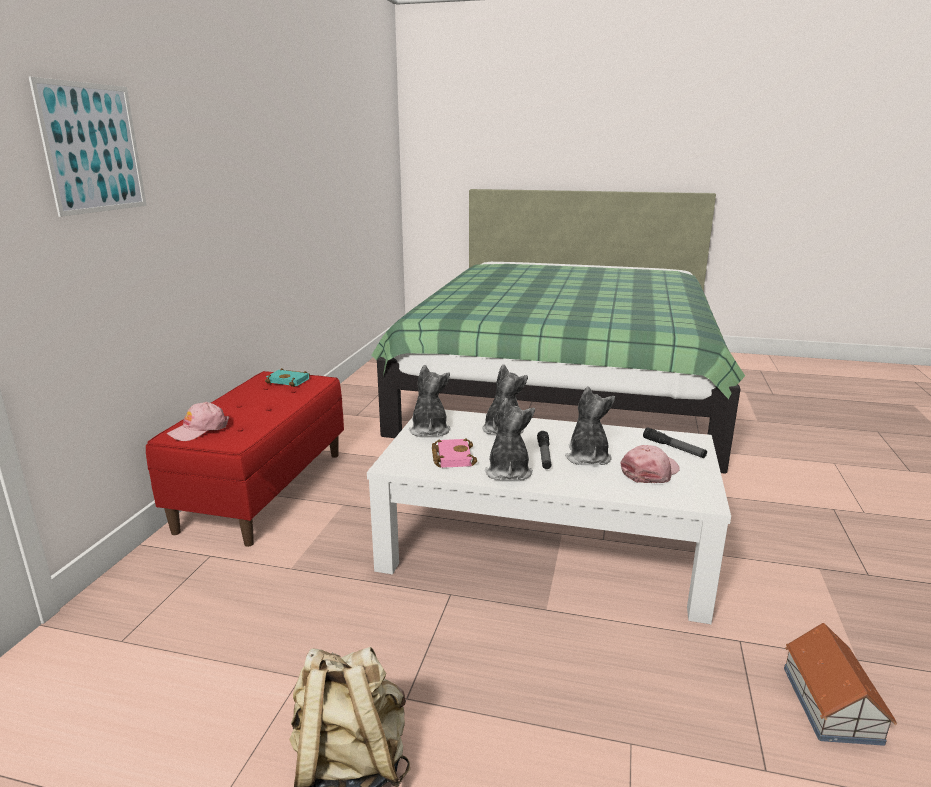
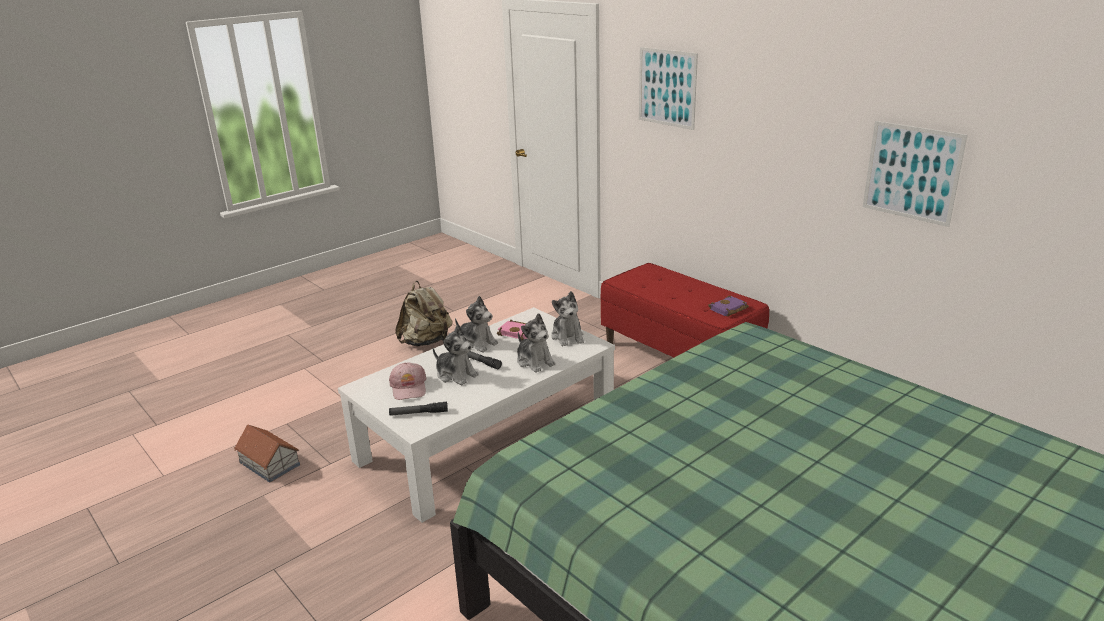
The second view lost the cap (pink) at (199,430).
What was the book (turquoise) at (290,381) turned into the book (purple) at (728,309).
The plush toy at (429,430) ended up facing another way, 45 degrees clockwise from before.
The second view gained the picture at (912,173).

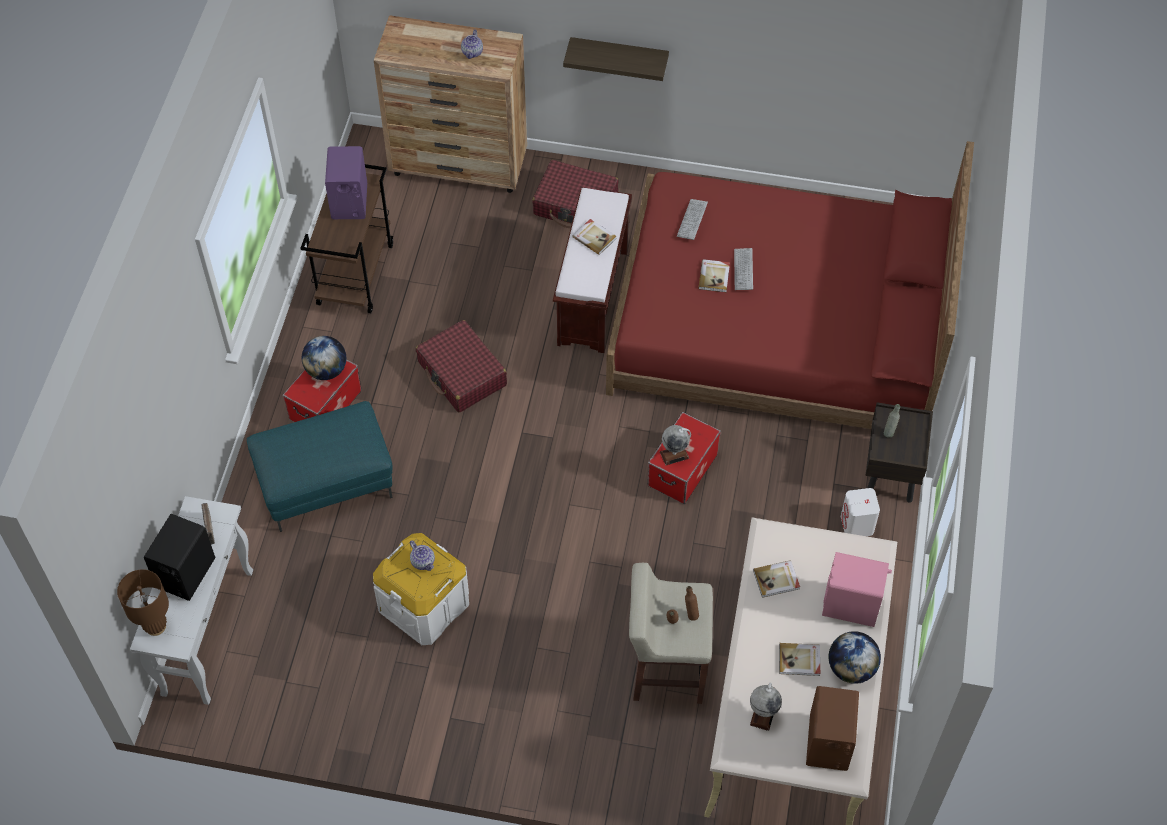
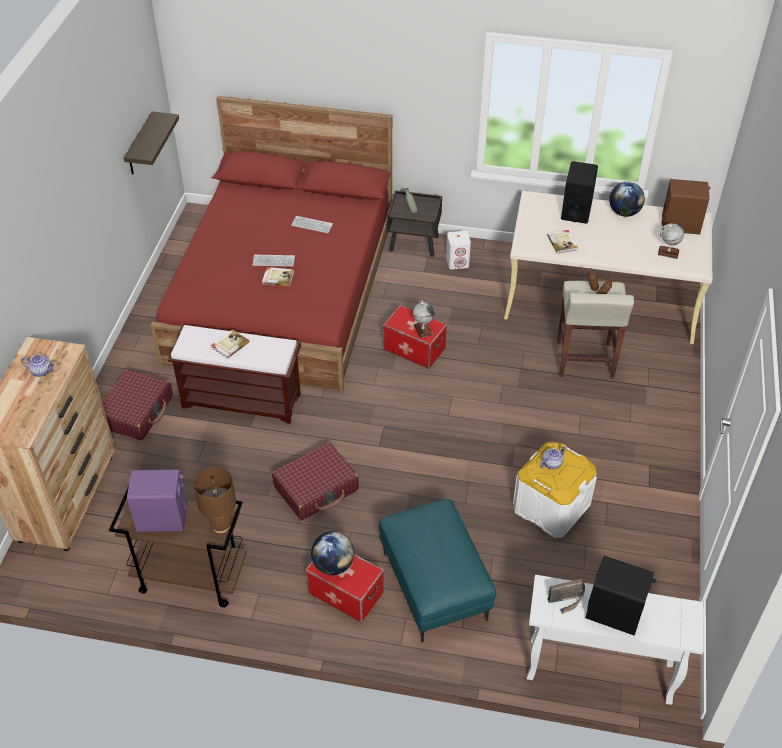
The table lamp (brown) ended up elsewhere, having gone from (155,626) to (221,525).
The shelf ended up elsewhere, having gone from (619,56) to (140,145).
The keyboard ended up elsewhere, having gone from (692,220) to (312,225).
The second view lost the book at (799,660).
What was the speaker (pink) at (851,605) turned into the speaker (black) at (576,210).

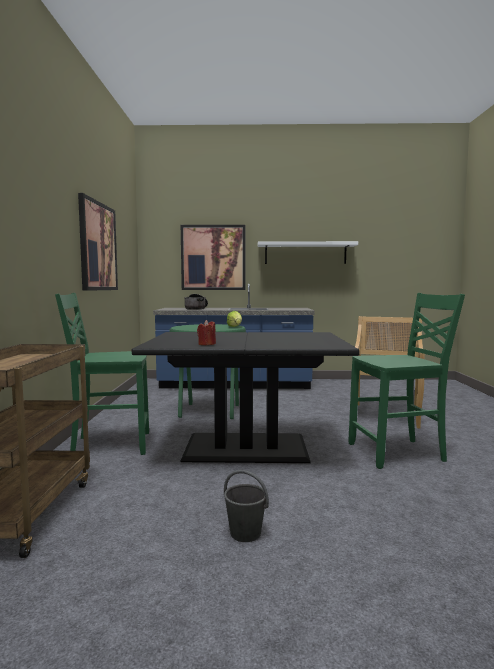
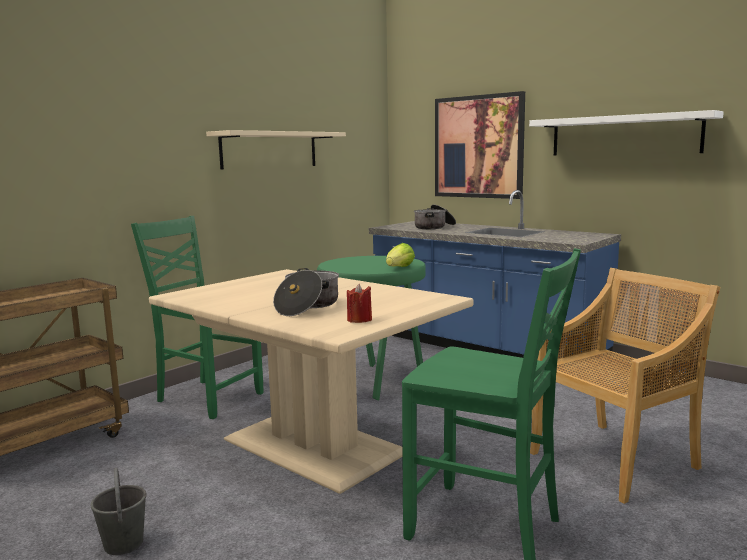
Where the picture hung at (98,246), the shelf (beige) came to hang at (269,150).
What was the dining table (black) at (246,449) turned into the dining table (beige) at (312,447).
The candle (red) ended up elsewhere, having gone from (206,344) to (359,320).
The second view gained the cooking pot at (307,306).

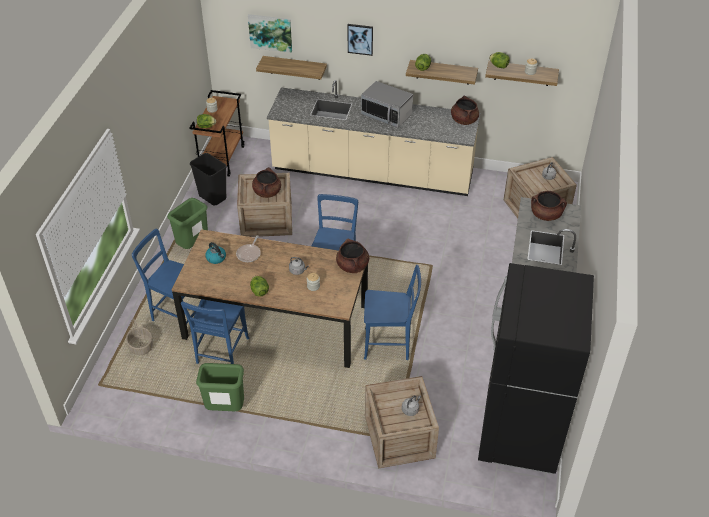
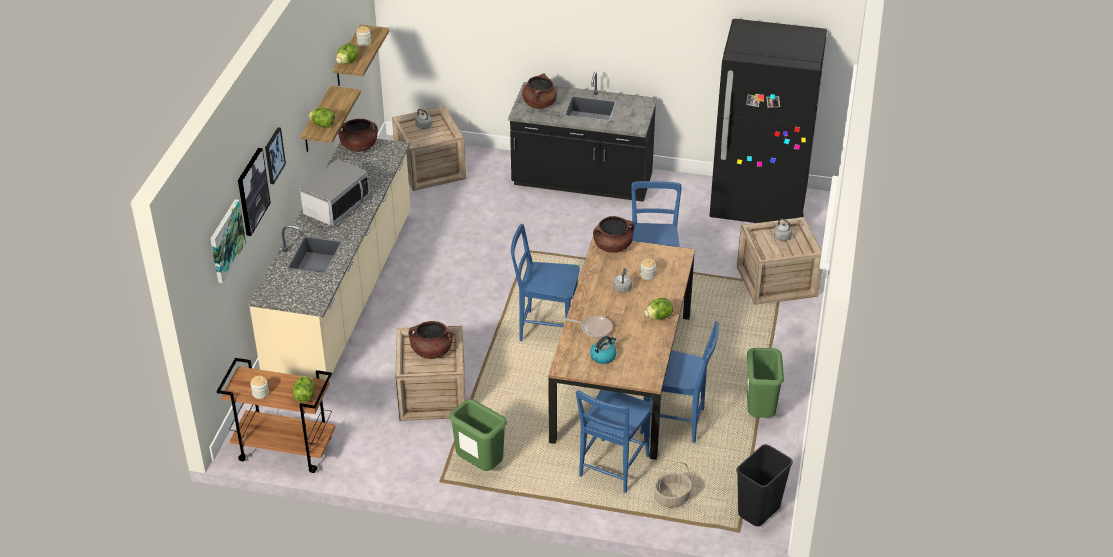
The trash can (black) ended up elsewhere, having gone from (213,197) to (758,510).
The second view lost the shelf at (295,68).
The second view gained the picture at (252,191).

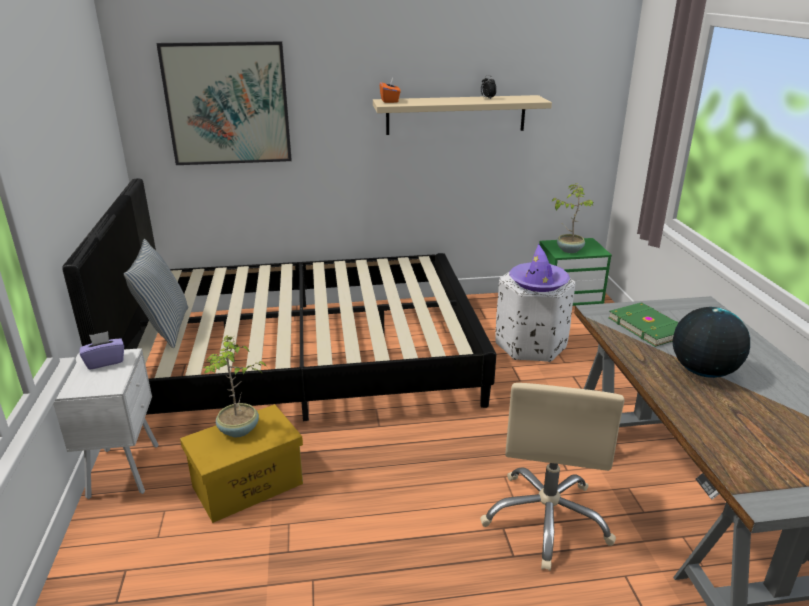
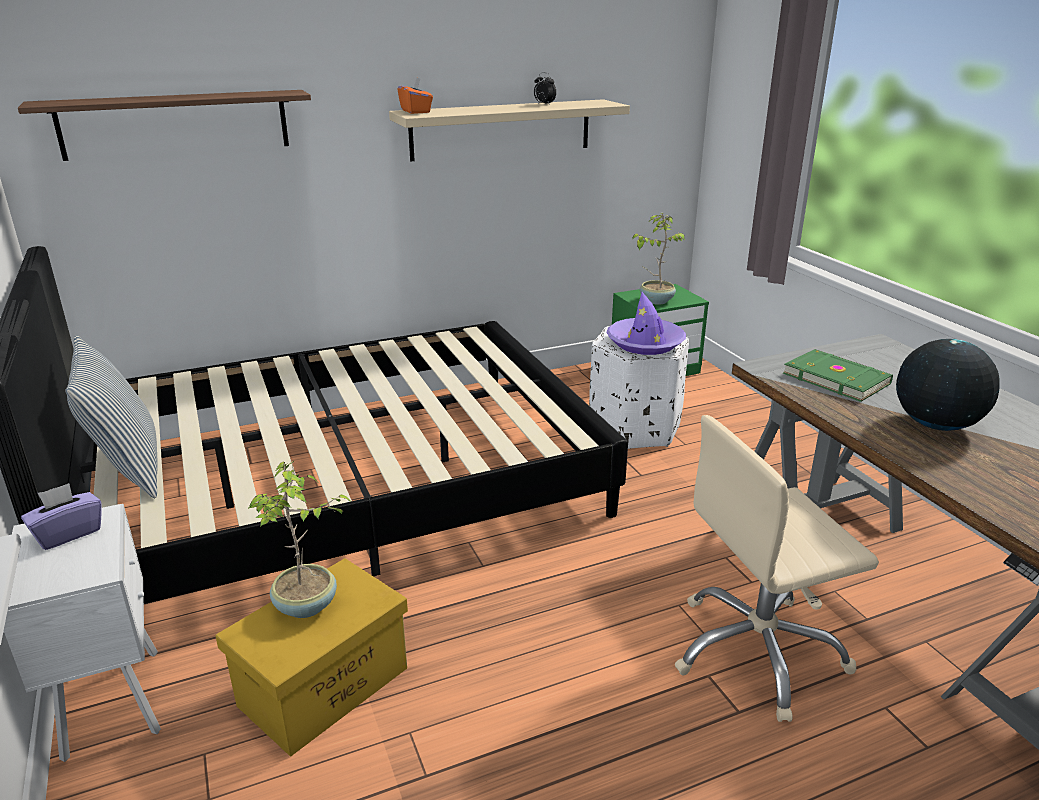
Where the picture hung at (228,104), the shelf came to hang at (175,124).
The office chair (beige) at (547,519) ended up facing another way, 75 degrees clockwise from before.

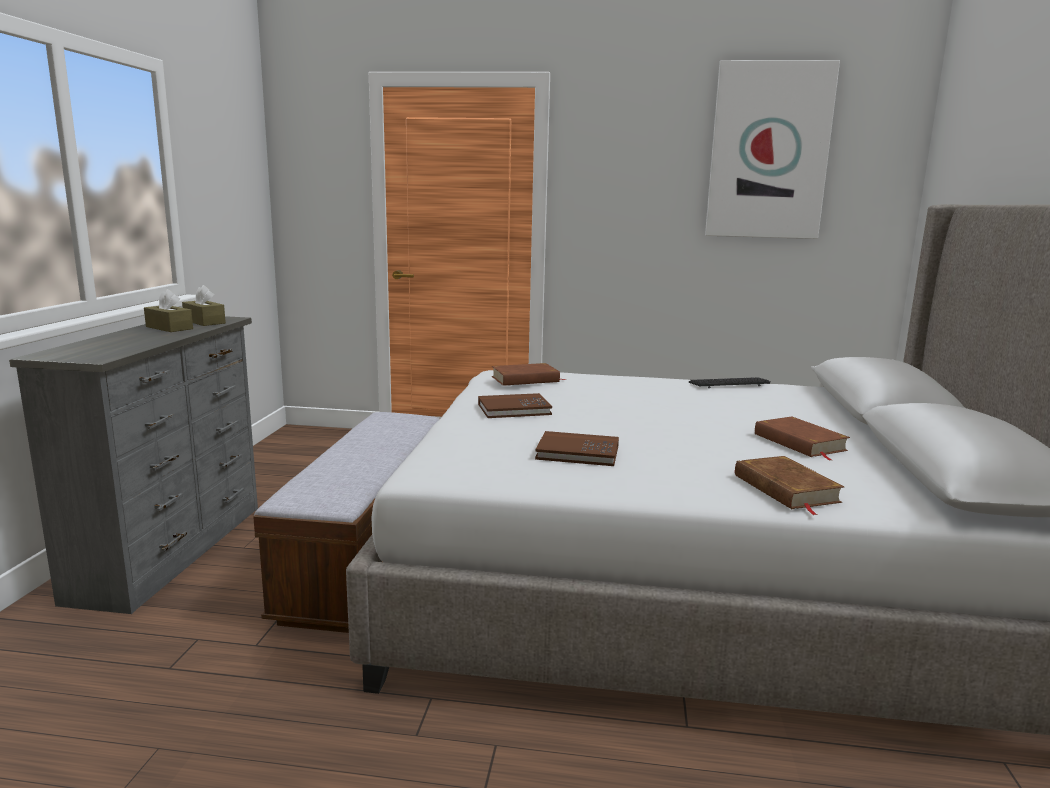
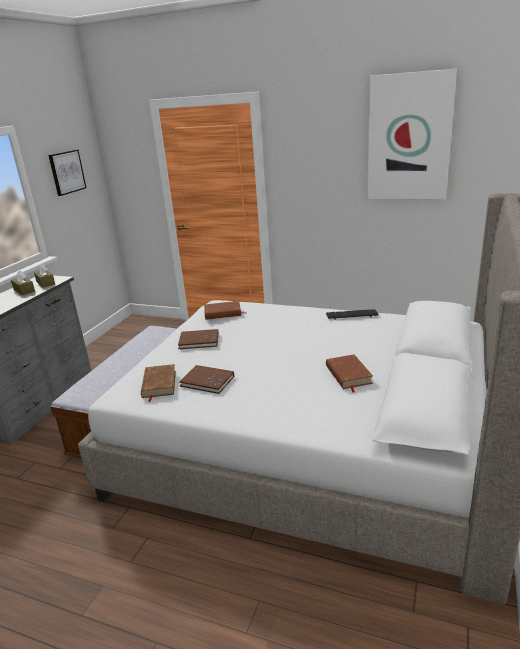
The book (brown) ended up elsewhere, having gone from (785,489) to (159,384).
The second view gained the picture at (66,172).

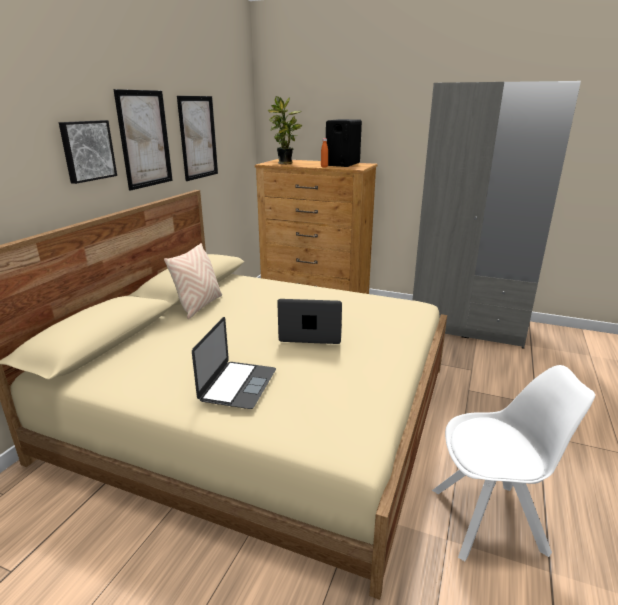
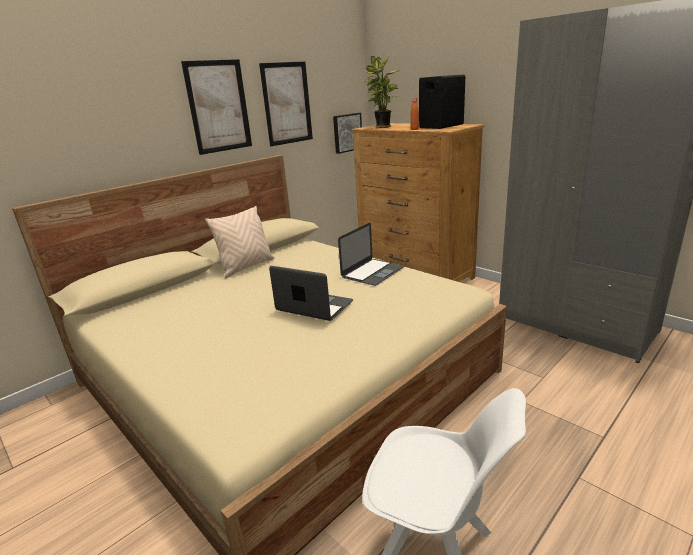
The picture ended up elsewhere, having gone from (87,150) to (347,132).
The laptop ended up elsewhere, having gone from (238,384) to (373,272).

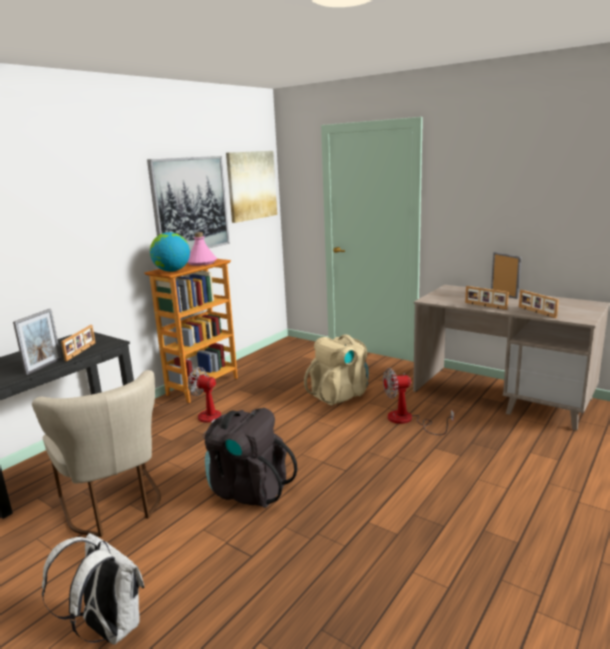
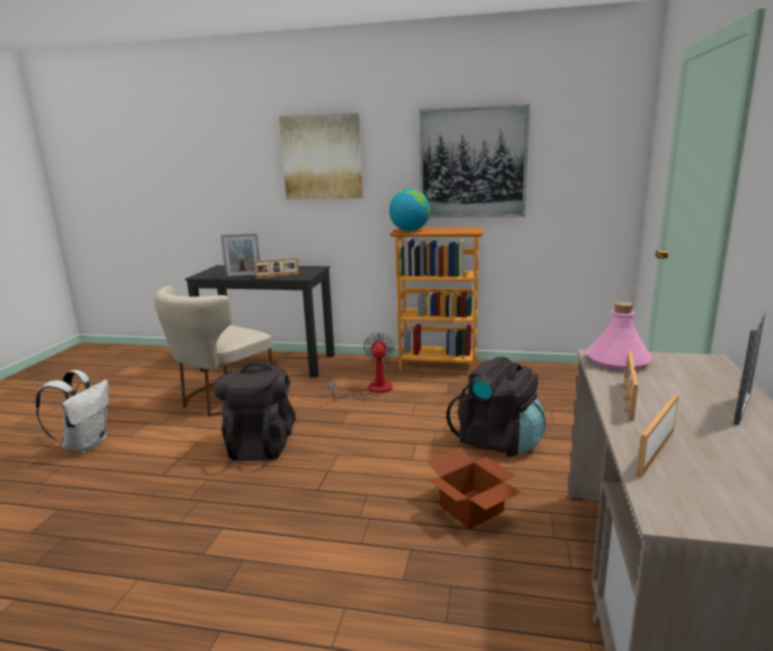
The bottle (pink) ended up elsewhere, having gone from (202,263) to (618,361).
The picture ended up elsewhere, having gone from (251,185) to (322,157).
What was the backpack (beige) at (340,394) turned into the backpack (black) at (498,441).
Where the fan stood at (407,420), the cardboard box came to stand at (471,510).

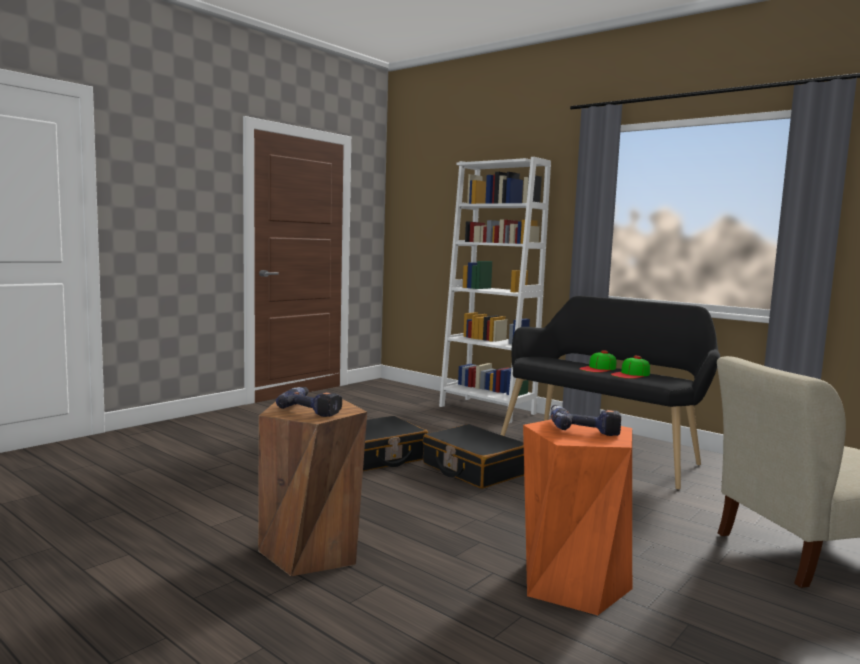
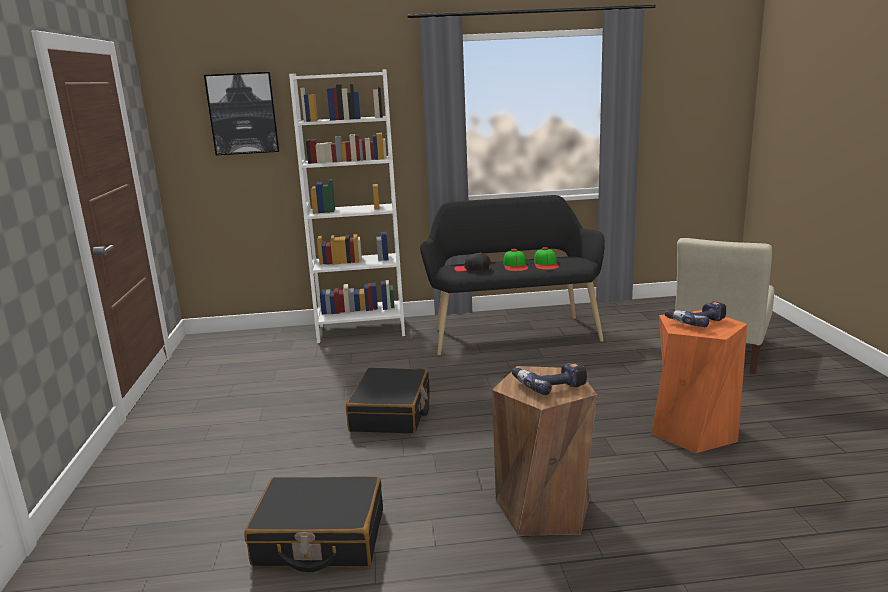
The suitcase (black) ended up elsewhere, having gone from (473,469) to (320,538).
The second view gained the picture at (243,113).
The second view gained the cap (black) at (473,269).

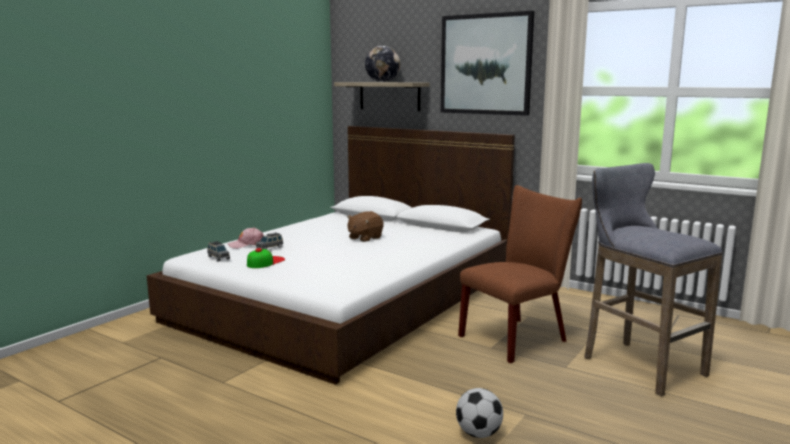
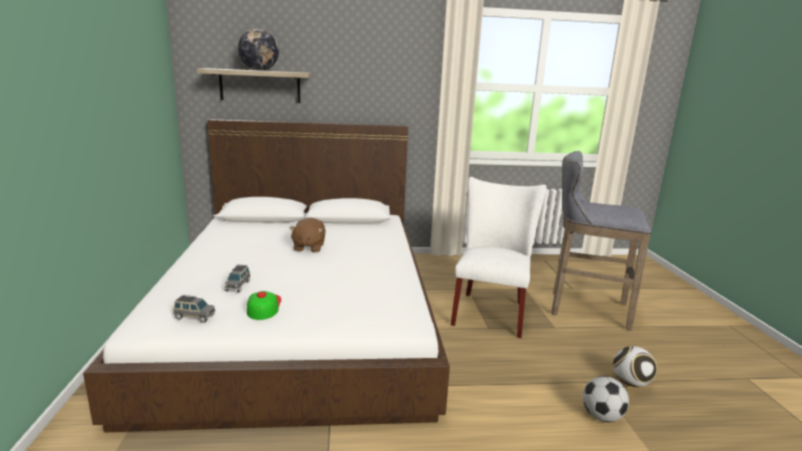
The second view lost the cap (pink) at (247,244).
The second view lost the picture at (485,64).
What was the chair (brown) at (518,337) turned into the chair (white) at (490,311).
The second view gained the football at (631,383).

